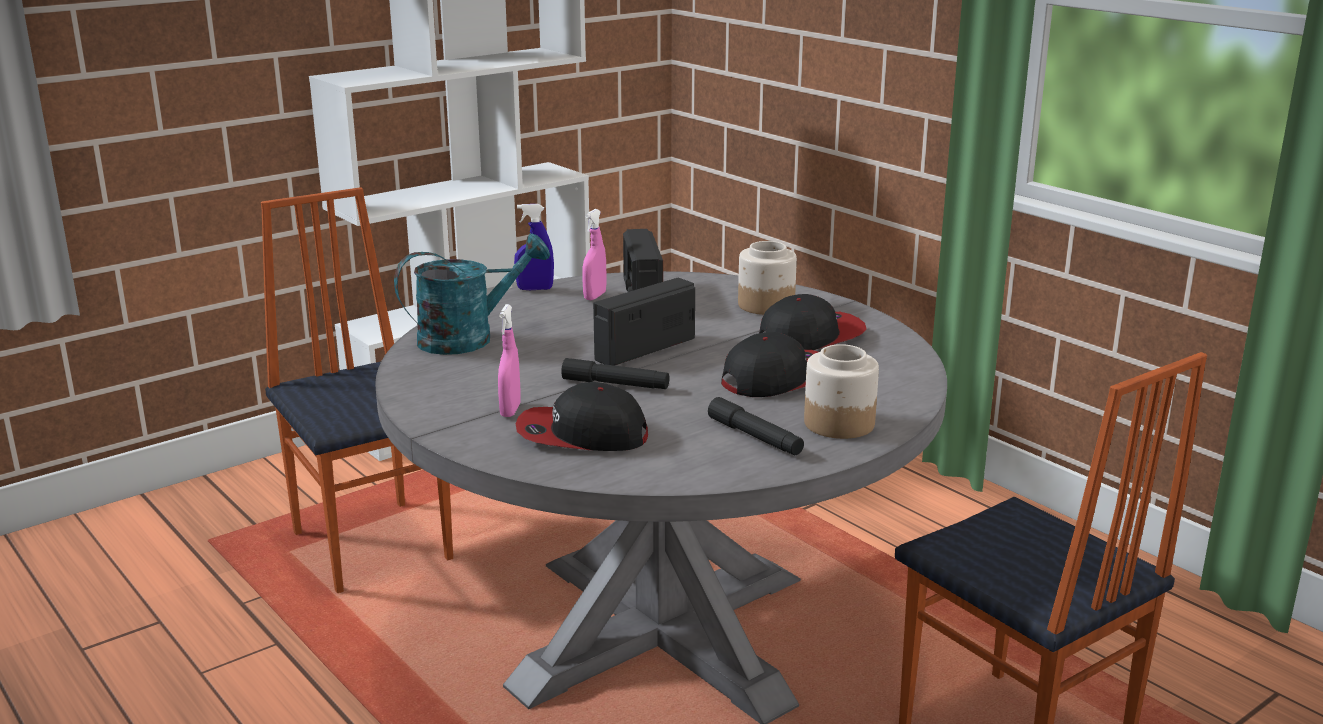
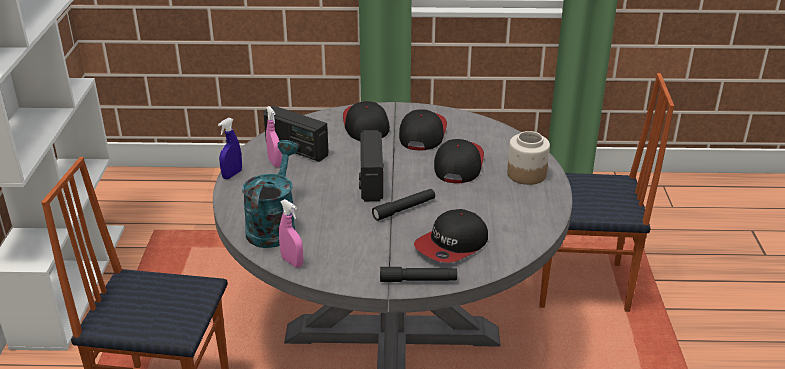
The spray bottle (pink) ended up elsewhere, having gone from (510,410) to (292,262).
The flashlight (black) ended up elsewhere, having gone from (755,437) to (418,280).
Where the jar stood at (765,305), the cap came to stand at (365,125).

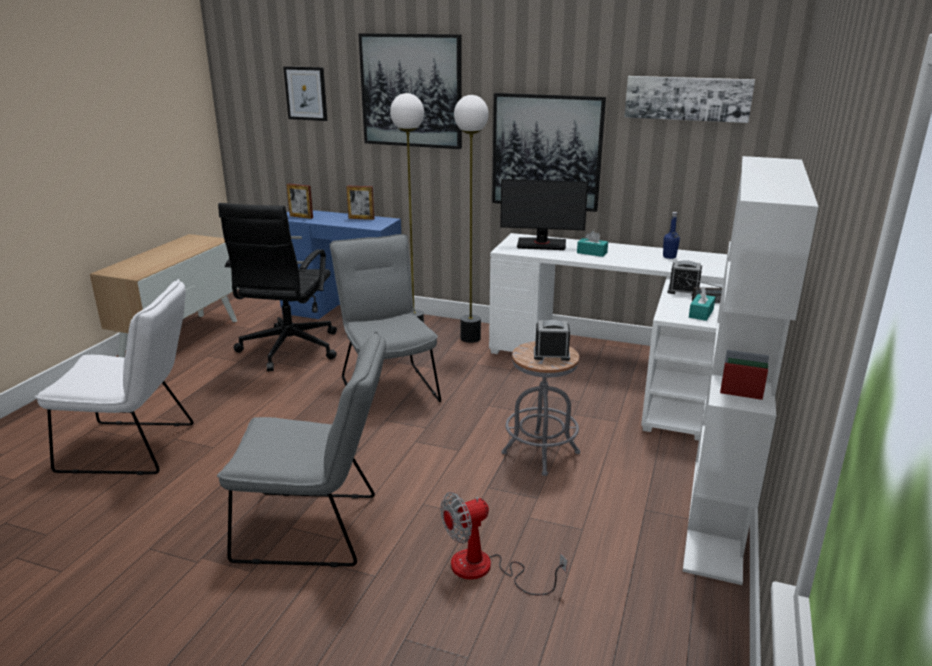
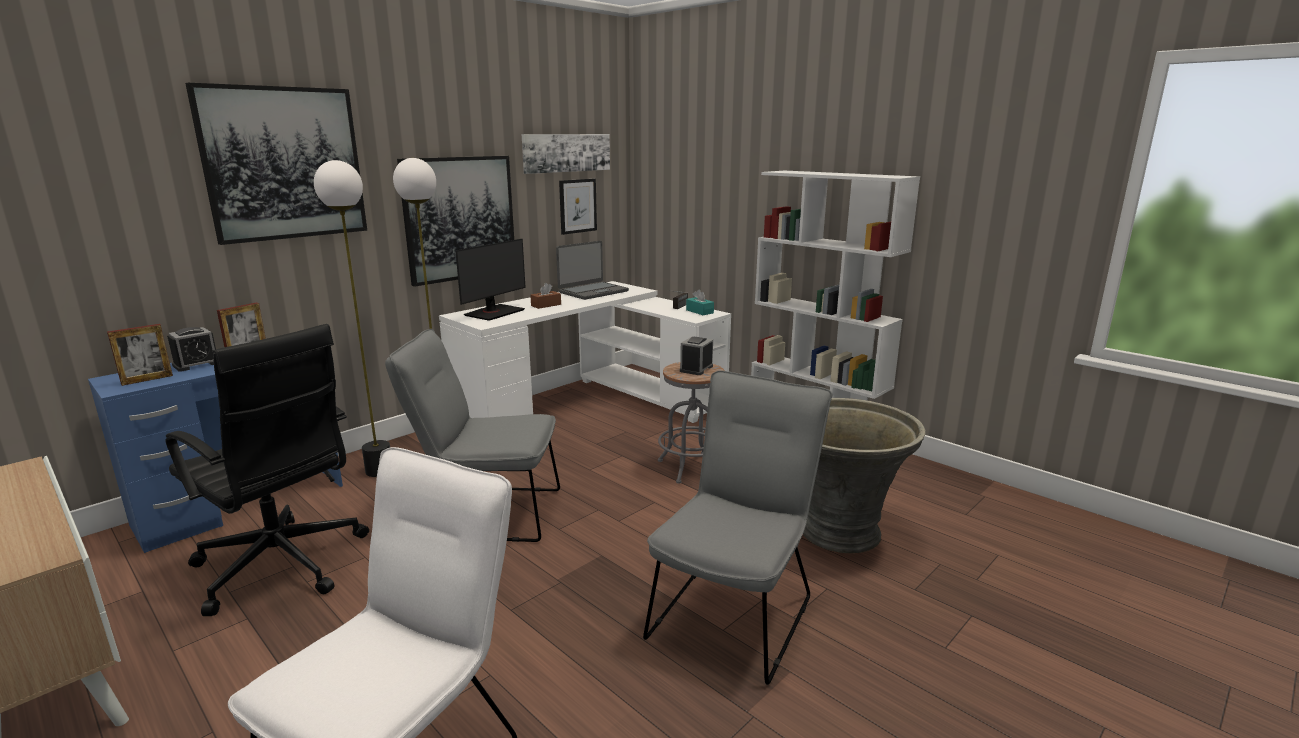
The picture ended up elsewhere, having gone from (306,93) to (577,206).
Where the fan stood at (485,569), the planter (grey) came to stand at (838,531).
What was the tissue box (turquoise) at (592,253) turned into the tissue box (brown) at (546,305).
Where the bottle (blue) stood at (669,257), the laptop came to stand at (593,292).
The alarm clock ended up elsewhere, having gone from (683,291) to (197,364).

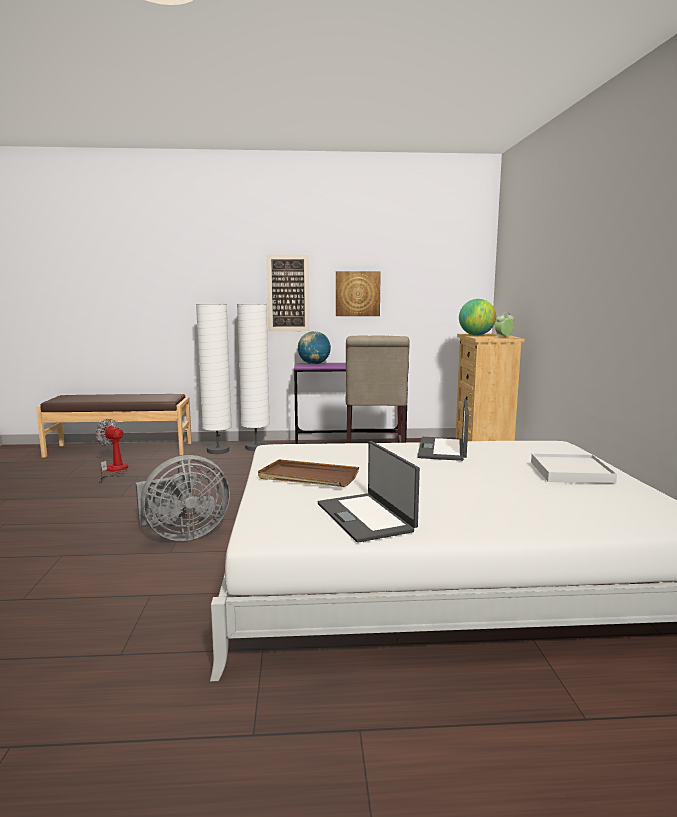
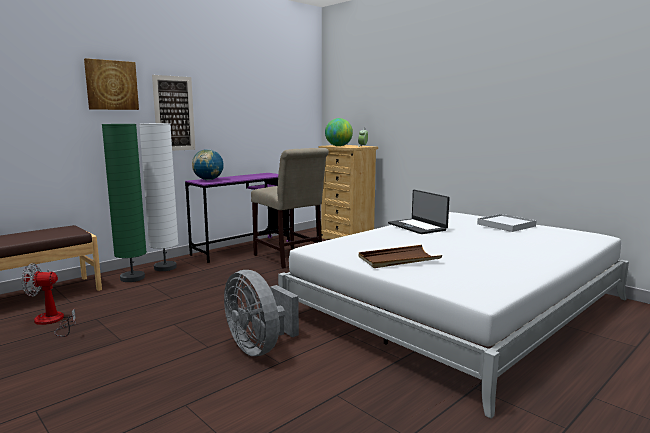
The fan (grey) at (182,535) ended up facing another way, 120 degrees clockwise from before.
What was the floor lamp (white) at (218,451) turned into the floor lamp (green) at (132,278).
The second view lost the laptop at (366,517).
The picture ended up elsewhere, having gone from (357,293) to (111,85).

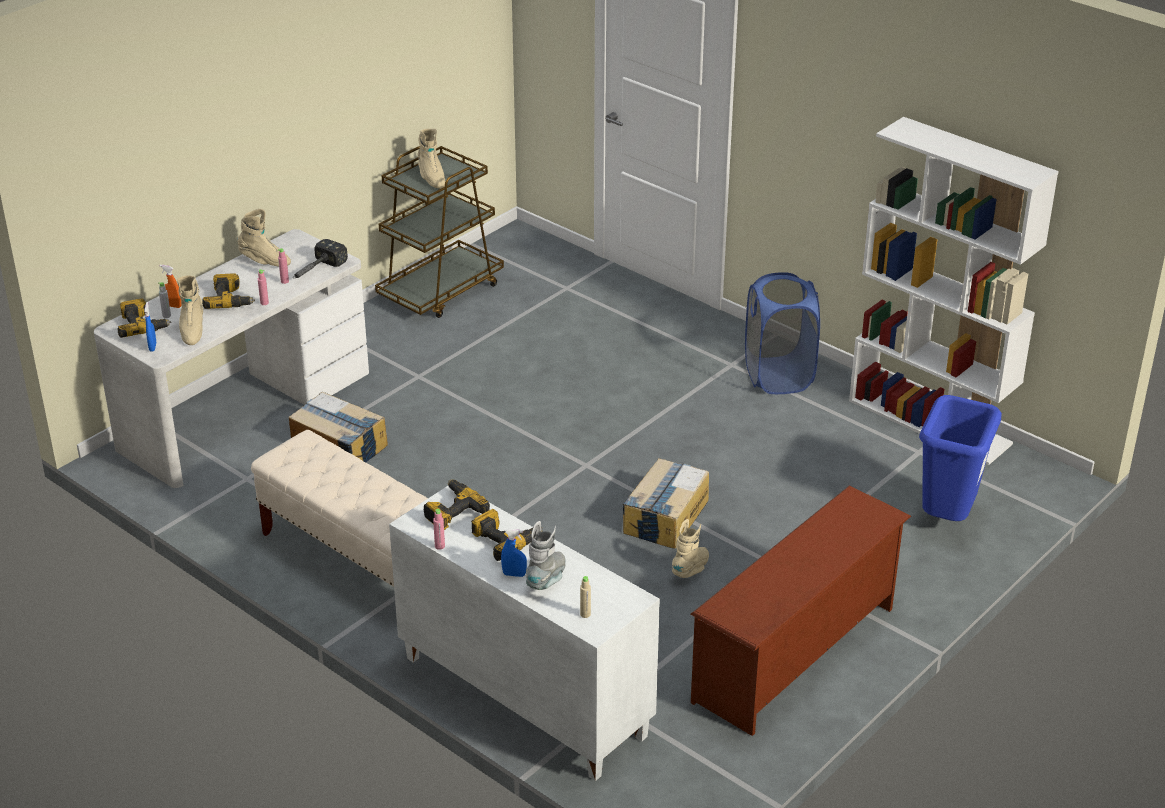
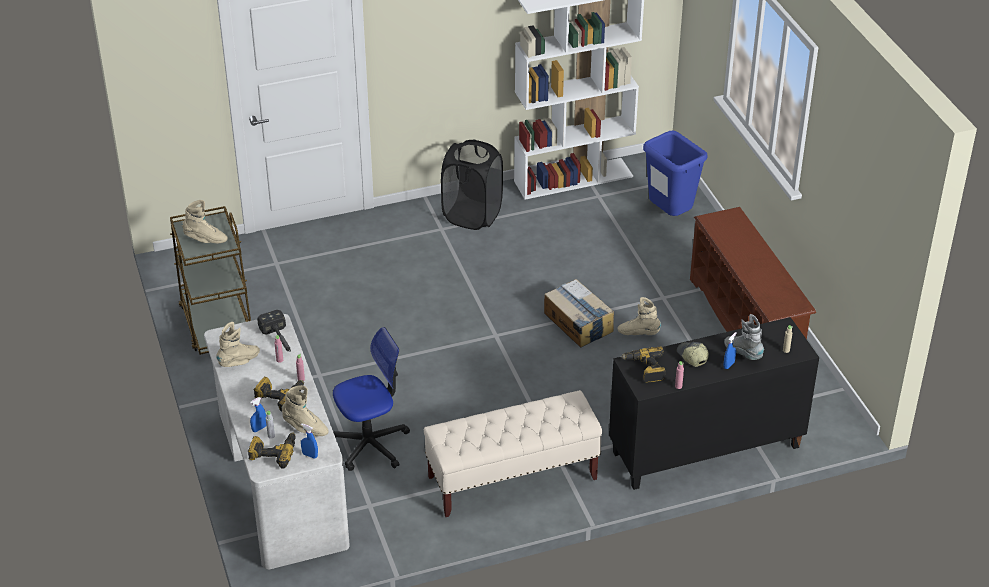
What was the spray bottle (orange) at (172,306) turned into the spray bottle (blue) at (259,428).
Where the cardboard box stood at (339,445), the office chair came to stand at (370,444).
What was the cabinet (white) at (522,697) turned into the cabinet (black) at (705,451).
Where the power drill stood at (505,540), the cap came to stand at (692,357).
The boot (beige) at (691,570) ended up facing another way, 45 degrees counterclockwise from before.
What was the laundry basket (blue) at (778,376) turned into the laundry basket (black) at (472,215).

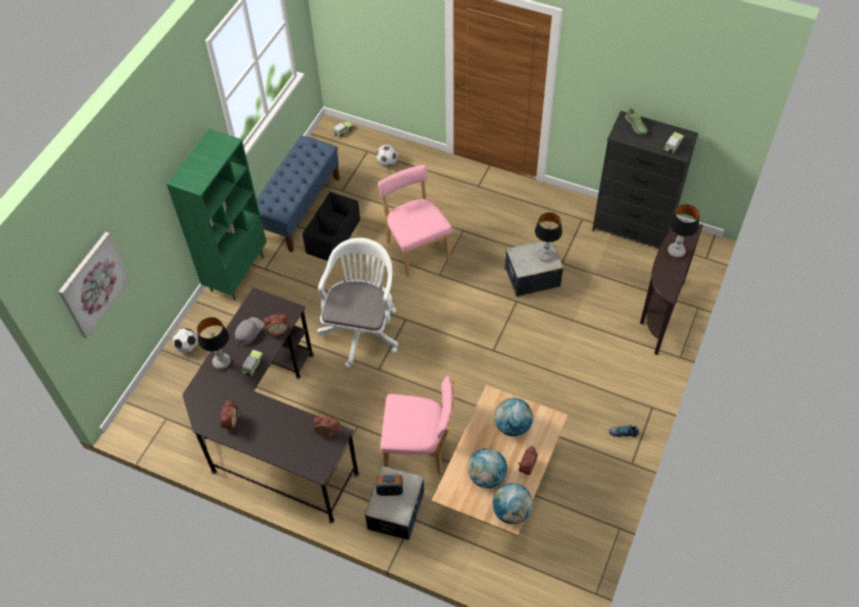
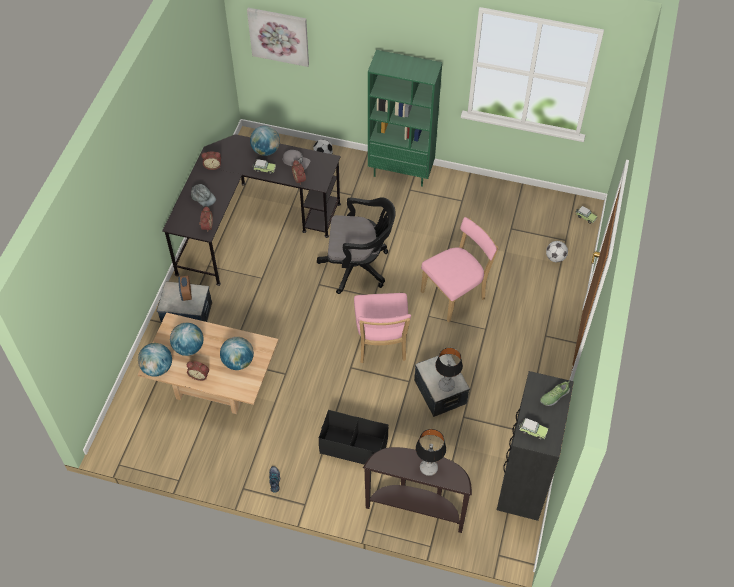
Where the table lamp stood at (222,361), the globe came to stand at (266,151).
The second view lost the bench (blue) at (299,208).
The storage box (black) ended up elsewhere, having gone from (333,237) to (354,446).
What was the office chair (white) at (362,328) turned into the office chair (black) at (358,267).
The chair (pink) ended up elsewhere, having gone from (419,449) to (381,344).
The second view gained the cap (grey) at (203,197).

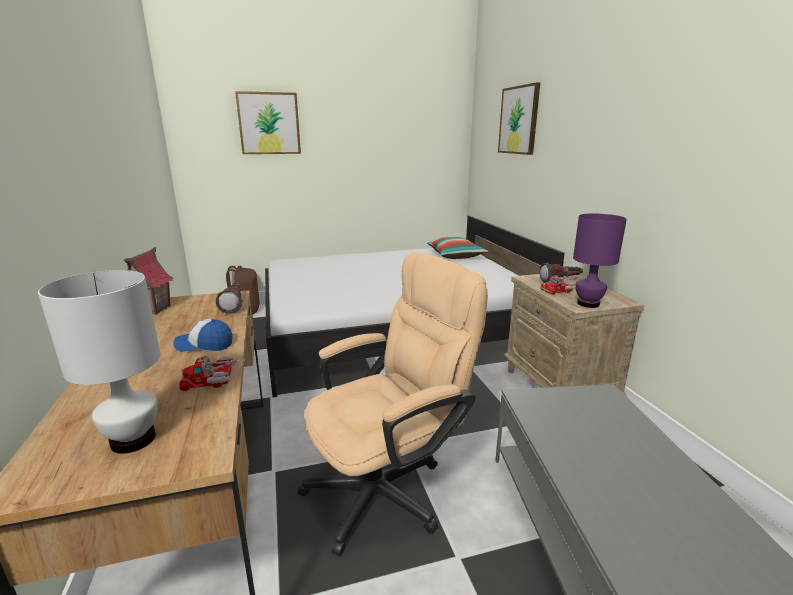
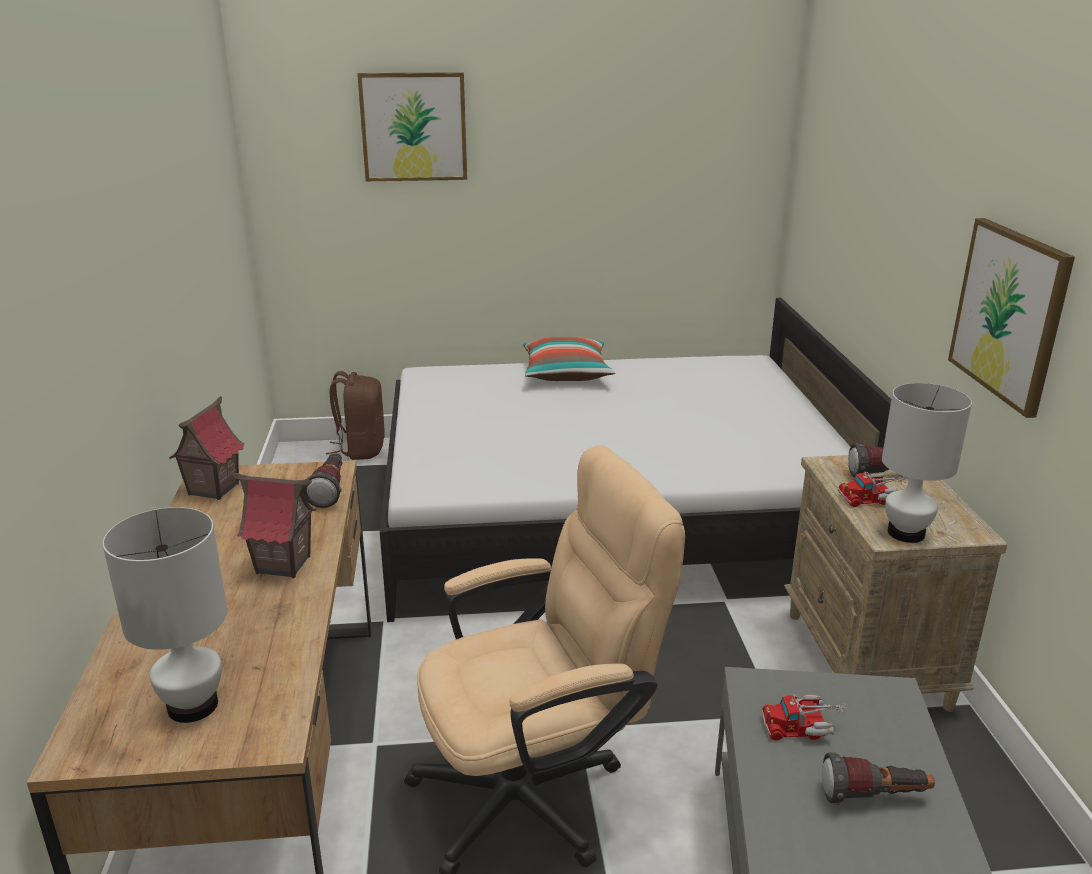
Where the cap stood at (204,345), the toy house came to stand at (283,565).
The toy truck ended up elsewhere, having gone from (215,380) to (803,726).
The pillow ended up elsewhere, having gone from (455,256) to (566,373).
The picture ended up elsewhere, having gone from (519,120) to (1009,313).
What was the table lamp (purple) at (587,303) turned into the table lamp (white) at (905,533).
The second view gained the flashlight at (874,798).

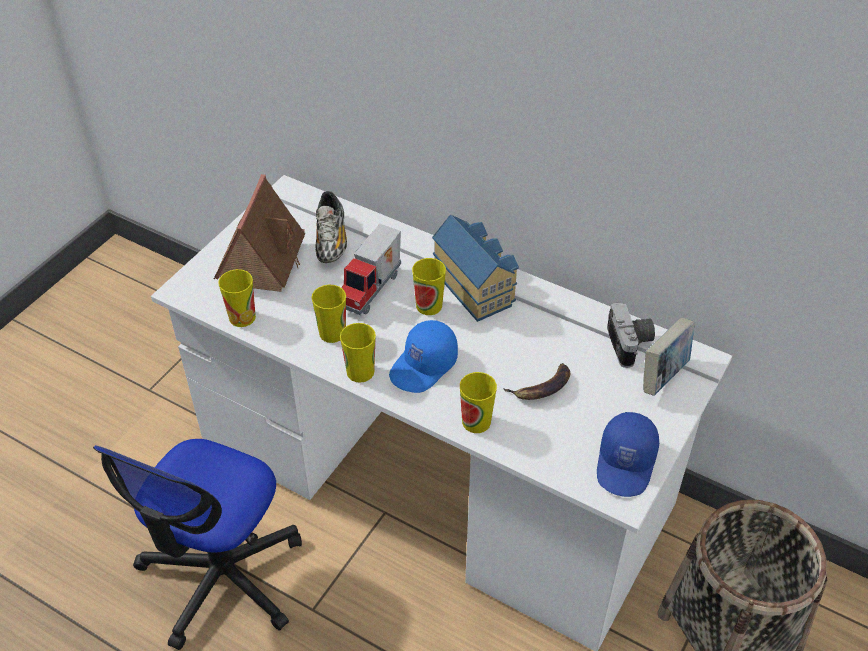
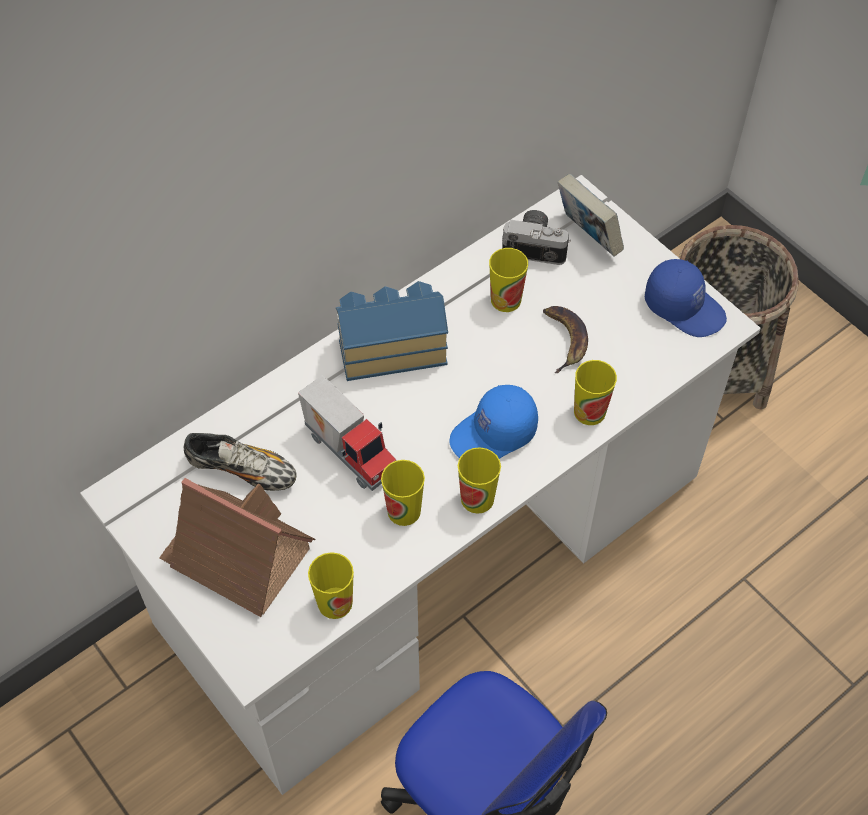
The cap (blue) at (424,366) ended up facing another way, 90 degrees clockwise from before.
The cup ended up elsewhere, having gone from (429,306) to (506,300).

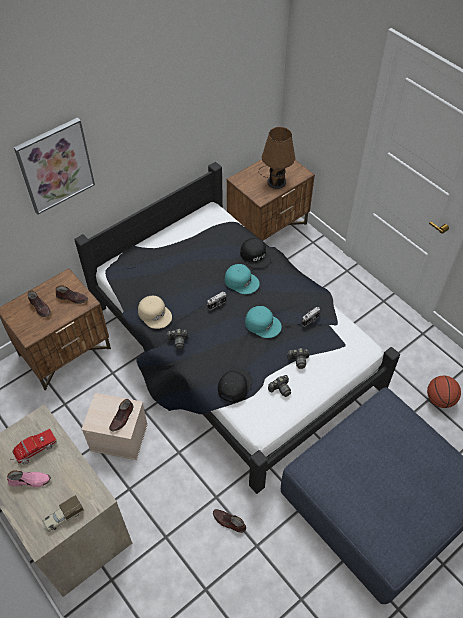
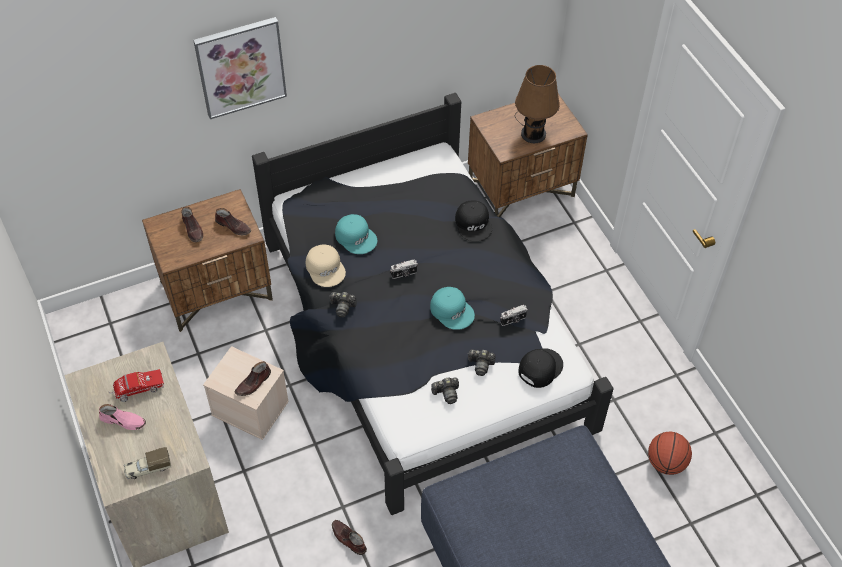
The cap (black) ended up elsewhere, having gone from (234,385) to (539,368).
The cap (turquoise) ended up elsewhere, having gone from (241,281) to (356,237).

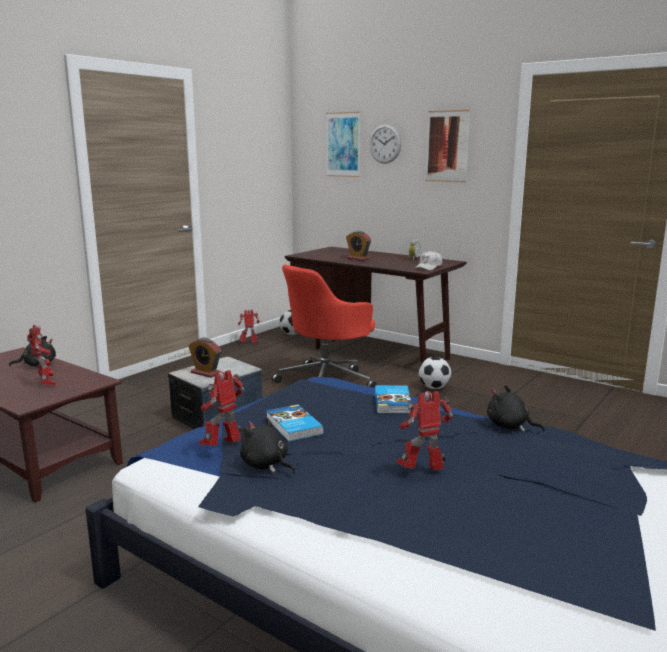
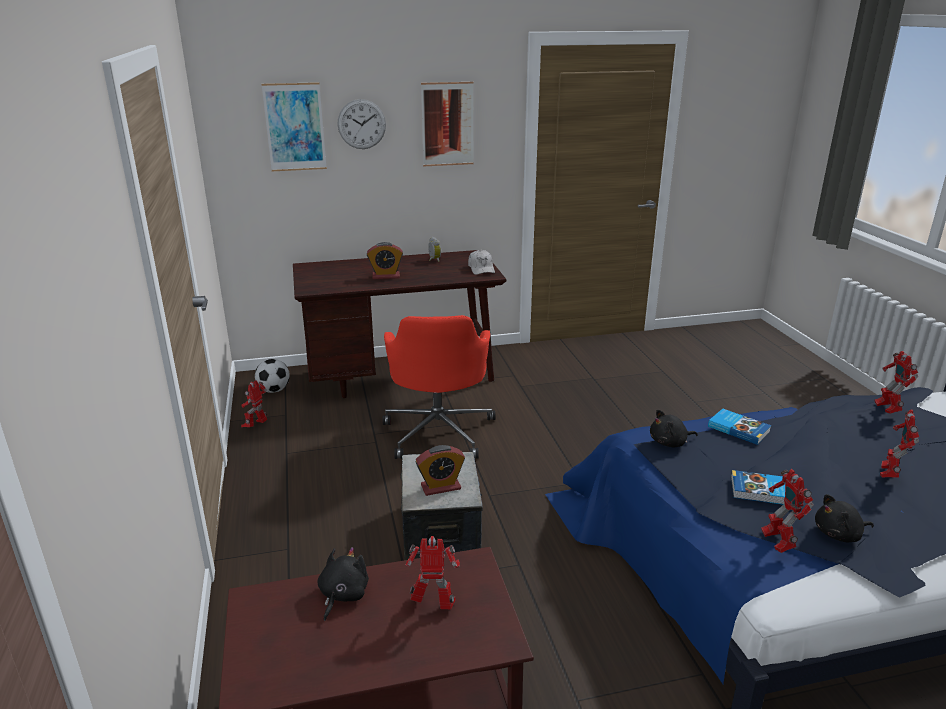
The second view lost the football at (434,388).
The plush toy (black) ended up elsewhere, having gone from (510,426) to (670,442).
The second view gained the toy robot at (887,409).

